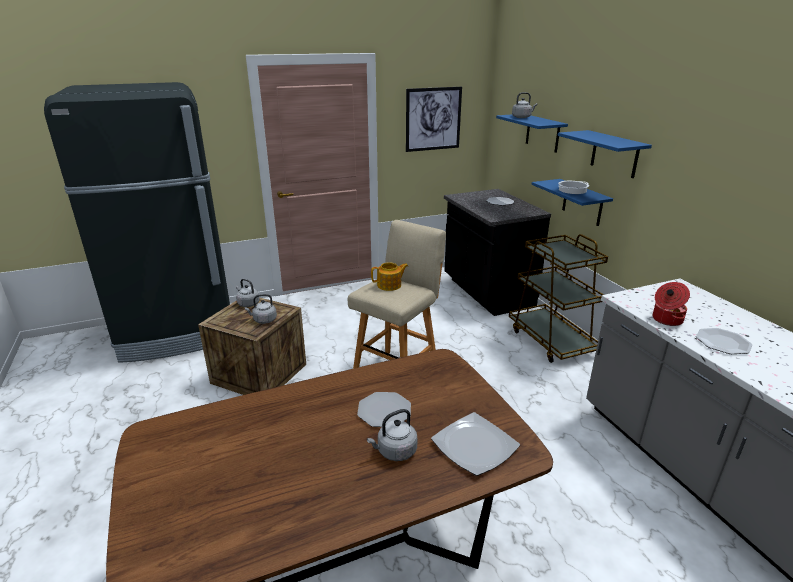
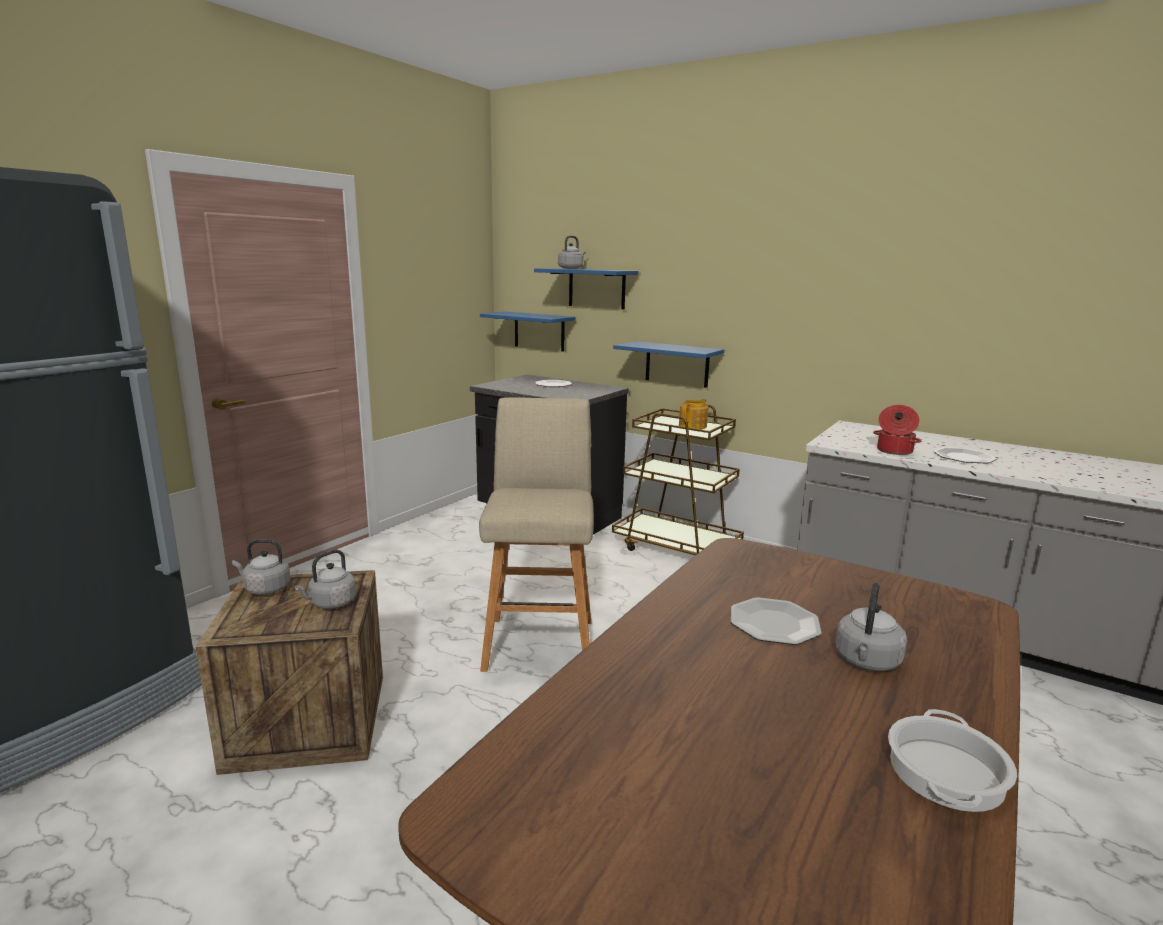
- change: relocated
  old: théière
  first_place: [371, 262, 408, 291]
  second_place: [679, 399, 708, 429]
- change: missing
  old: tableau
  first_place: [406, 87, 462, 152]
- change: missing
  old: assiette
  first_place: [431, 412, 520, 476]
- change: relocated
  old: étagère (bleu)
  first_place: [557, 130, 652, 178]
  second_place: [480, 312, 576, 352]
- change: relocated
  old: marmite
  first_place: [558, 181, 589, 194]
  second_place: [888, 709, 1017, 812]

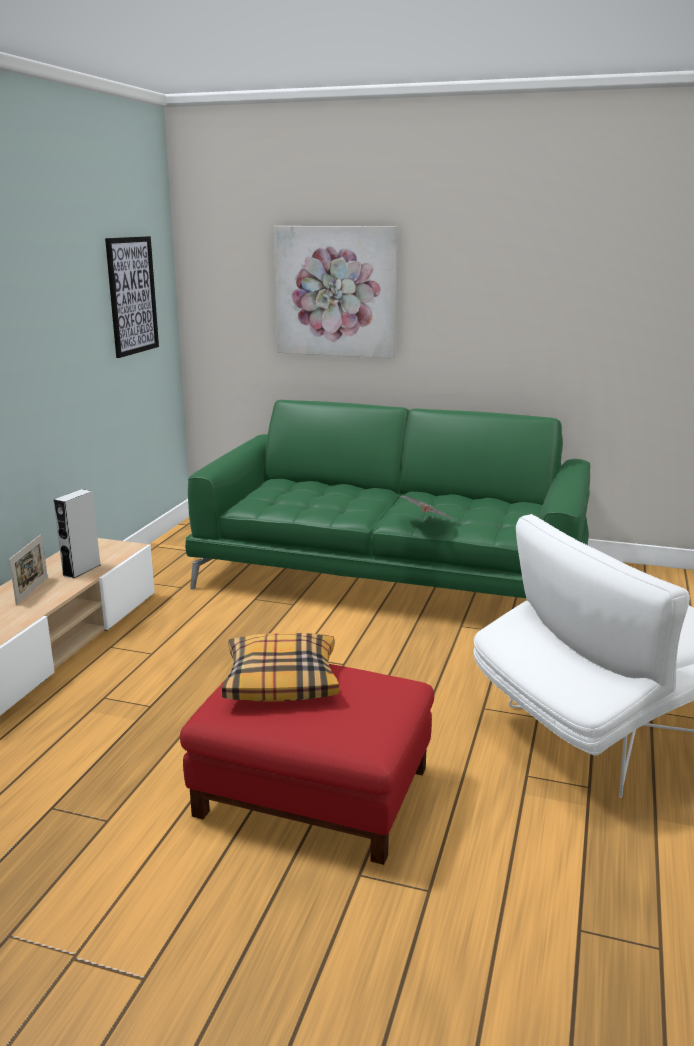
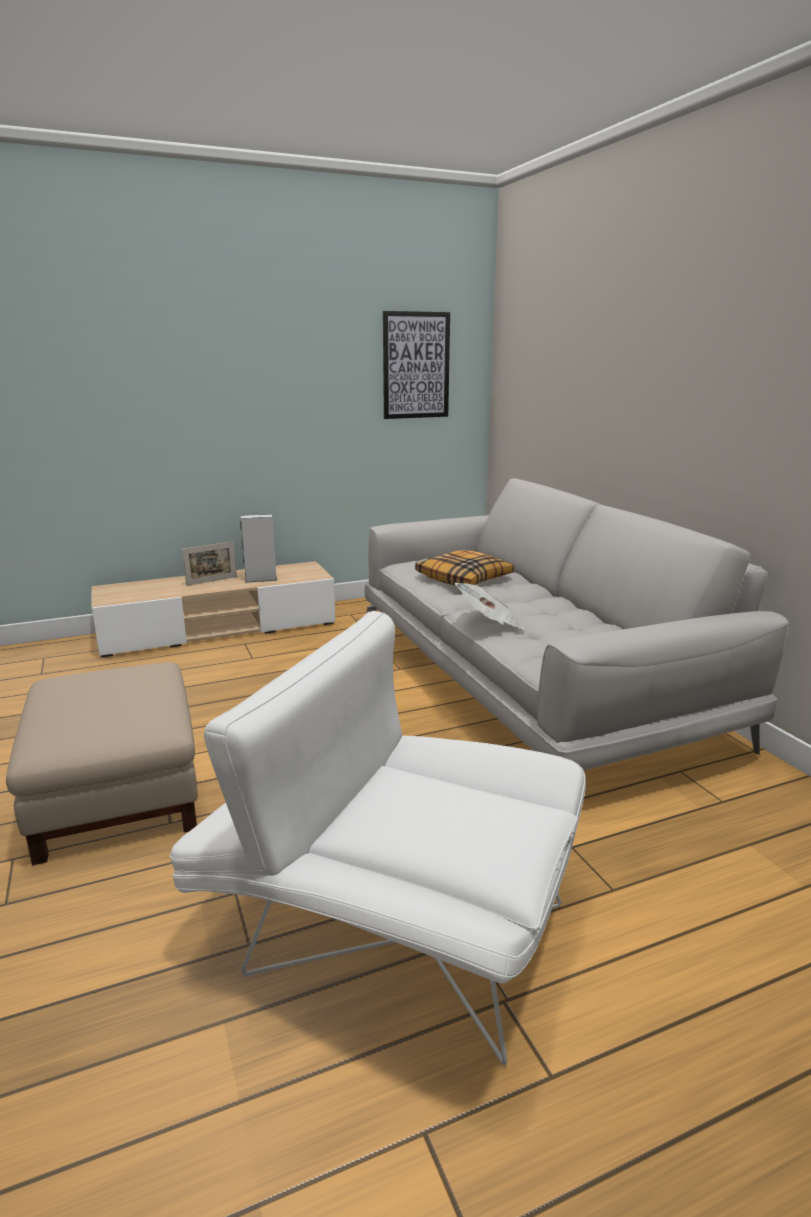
- change: colour
  old: pouf (rouge)
  new: pouf (beige)
  first_place: [180, 664, 434, 865]
  second_place: [6, 662, 198, 865]
- change: colour
  old: canapé (vert)
  new: canapé (gris)
  first_place: [185, 400, 590, 598]
  second_place: [365, 478, 788, 771]
- change: relocated
  old: coussin
  first_place: [222, 633, 339, 701]
  second_place: [415, 550, 514, 586]
- change: missing
  old: tableau
  first_place: [274, 226, 397, 359]

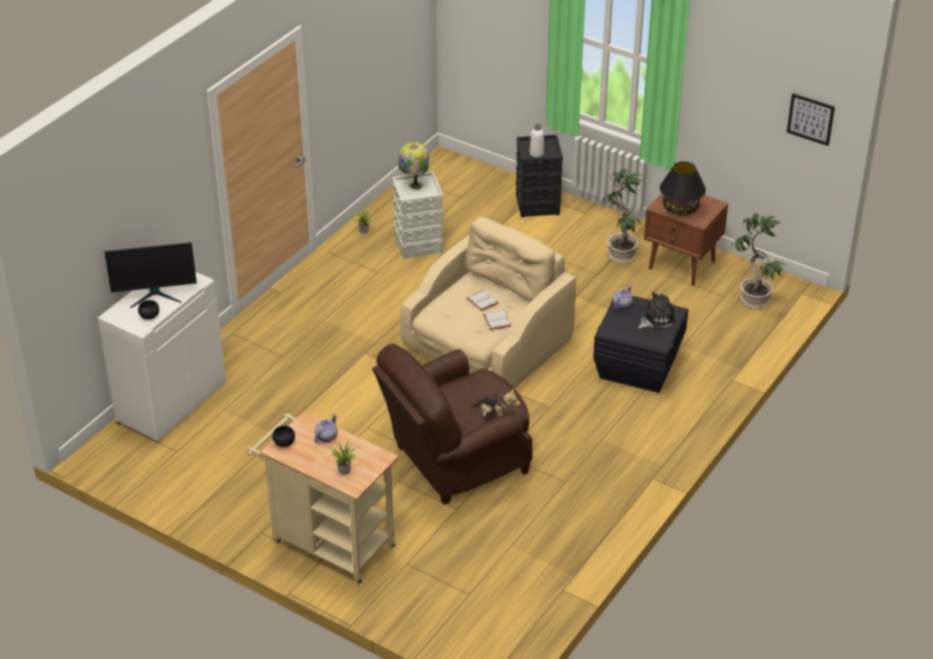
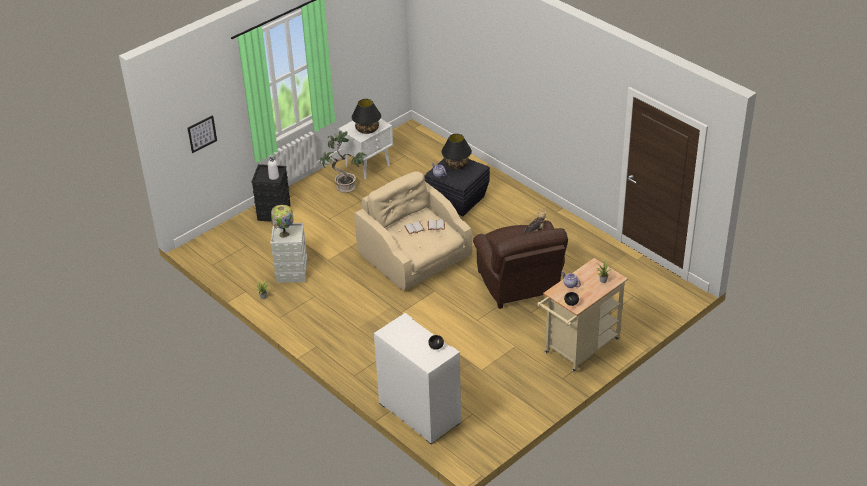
- change: missing
  old: écran d'ordinateur
  first_place: [104, 242, 197, 308]
- change: exchanged
  old: peluche
  new: lampe de table (noir)
  first_place: [638, 292, 677, 329]
  second_place: [441, 134, 472, 169]
- change: colour
  old: table de chevet (marron)
  new: table de chevet (blanc)
  first_place: [644, 193, 728, 286]
  second_place: [338, 118, 393, 179]
- change: missing
  old: plante en pot
  first_place: [731, 213, 785, 309]
- change: relocated
  old: tableau
  first_place: [787, 93, 835, 146]
  second_place: [188, 115, 217, 153]

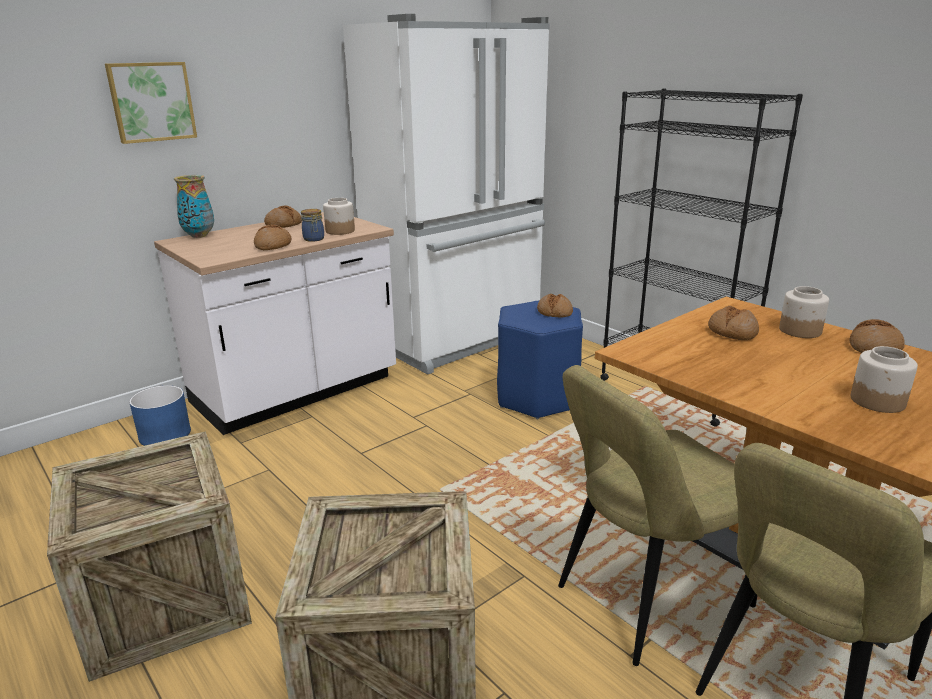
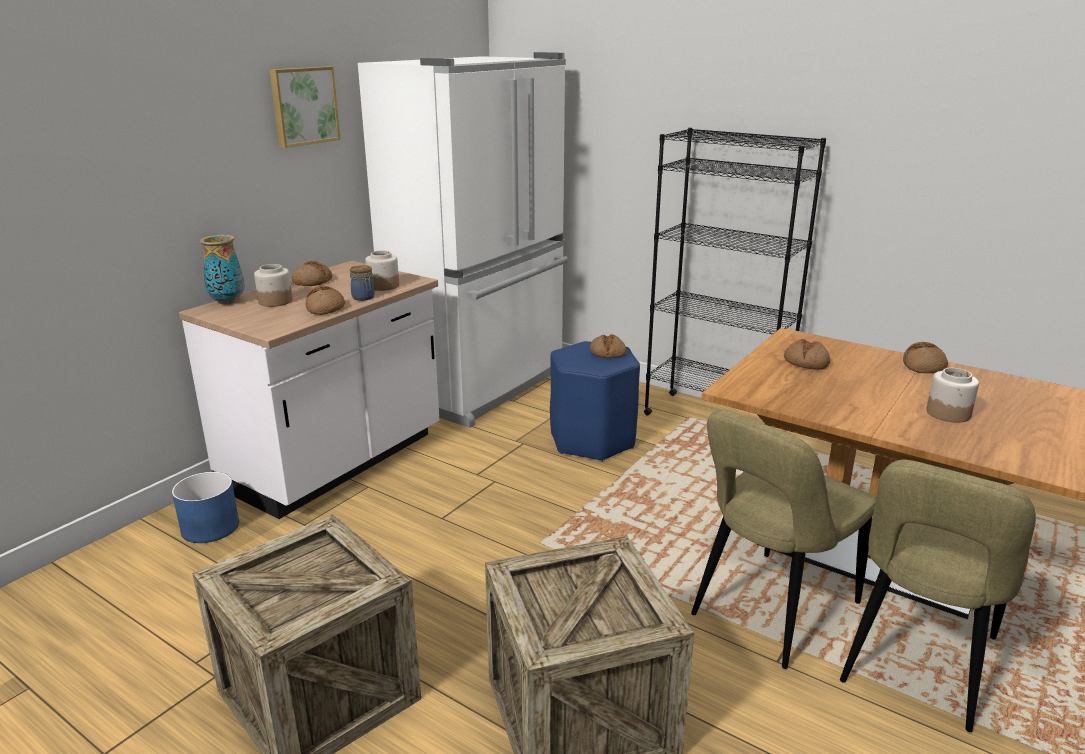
- change: relocated
  old: tableau
  first_place: [105, 62, 197, 144]
  second_place: [270, 66, 341, 148]
- change: relocated
  old: bocal
  first_place: [779, 286, 829, 338]
  second_place: [254, 264, 293, 307]

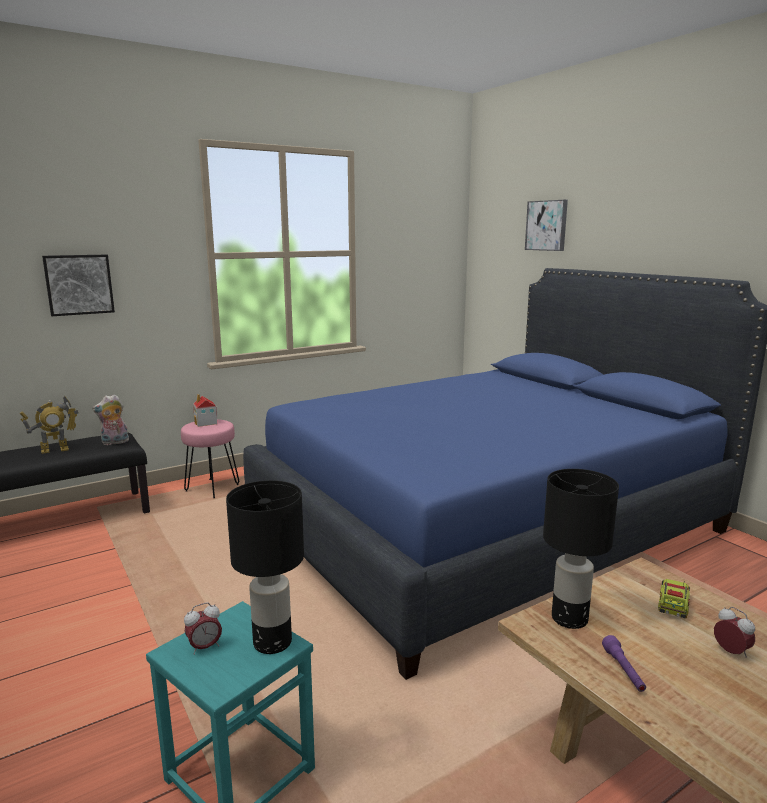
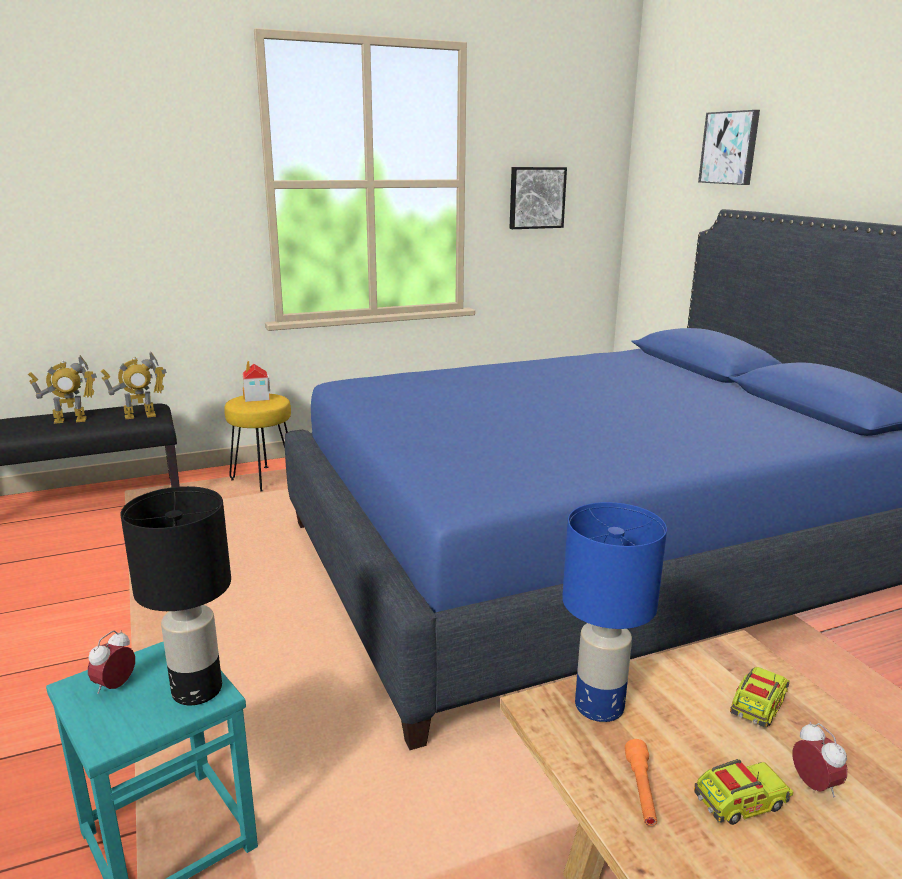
- change: relocated
  old: tableau
  first_place: [42, 255, 115, 316]
  second_place: [509, 167, 567, 229]
- change: exchanged
  old: peluche
  new: robot jouet
  first_place: [92, 394, 129, 445]
  second_place: [101, 352, 167, 420]
- change: colour
  old: tabouret (rose)
  new: tabouret (jaune)
  first_place: [181, 419, 239, 498]
  second_place: [224, 394, 291, 491]
- change: spun
  old: réveil
  first_place: [184, 602, 222, 655]
  second_place: [88, 630, 135, 694]
  degrees: 135
- change: colour
  old: lampe de table (noir)
  new: lampe de table (bleu)
  first_place: [543, 469, 619, 629]
  second_place: [562, 502, 667, 722]
- change: colour
  old: lampe de poche (violet)
  new: lampe de poche (orange)
  first_place: [602, 635, 646, 692]
  second_place: [625, 739, 657, 826]
- change: appeared
  new: camion jouet
  second_place: [694, 759, 793, 825]

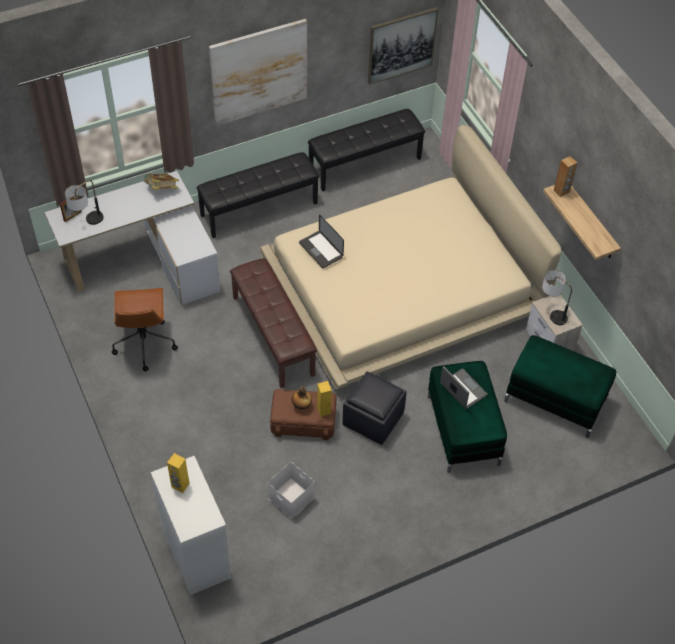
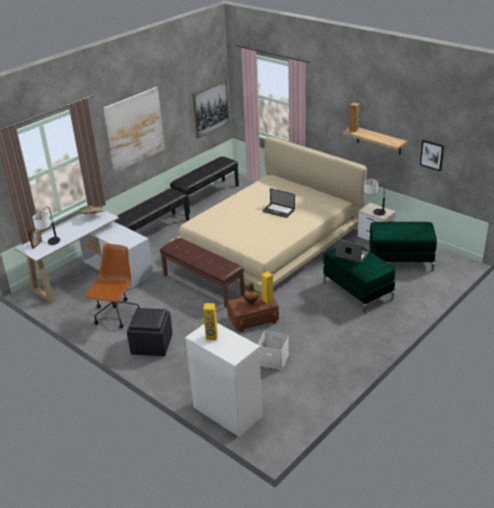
- change: spun
  old: chaise de bureau (marron)
  first_place: [111, 288, 178, 372]
  second_place: [84, 244, 139, 328]
  degrees: -135
- change: relocated
  old: ordinateur portable
  first_place: [299, 214, 344, 268]
  second_place: [262, 188, 295, 218]
- change: relocated
  old: pouf (noir)
  first_place: [343, 372, 407, 445]
  second_place: [127, 308, 172, 356]
- change: appeared
  new: tableau
  second_place: [420, 140, 444, 171]

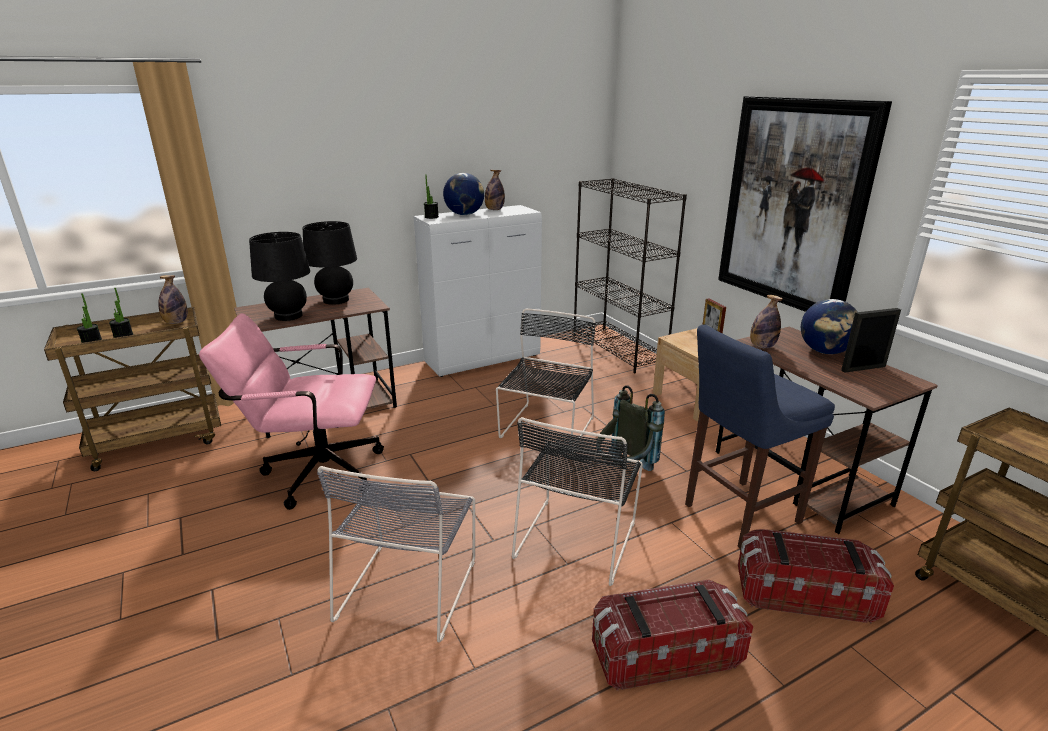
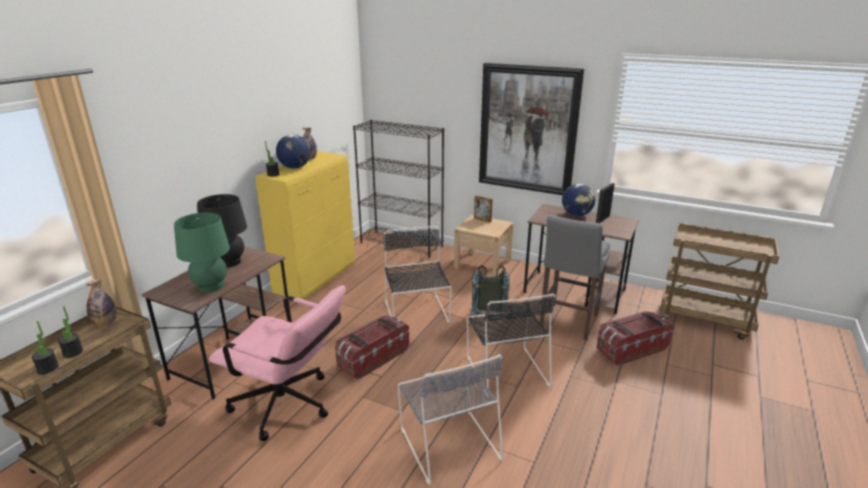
- change: spun
  old: chaise de bureau (rose)
  first_place: [199, 313, 384, 510]
  second_place: [209, 285, 346, 441]
  degrees: -120
- change: colour
  old: lampe de table (noir)
  new: lampe de table (vert)
  first_place: [249, 232, 310, 321]
  second_place: [174, 213, 230, 293]
- change: colour
  old: meuble de rangement (blanc)
  new: meuble de rangement (jaune)
  first_place: [413, 205, 542, 377]
  second_place: [255, 151, 355, 299]
- change: relocated
  old: boîte de rangement
  first_place: [592, 580, 753, 691]
  second_place: [335, 316, 409, 380]
- change: colour
  old: tabouret (bleu)
  new: tabouret (gris)
  first_place: [685, 324, 835, 549]
  second_place: [539, 215, 610, 340]
- change: missing
  old: bouteille
  first_place: [750, 295, 783, 349]

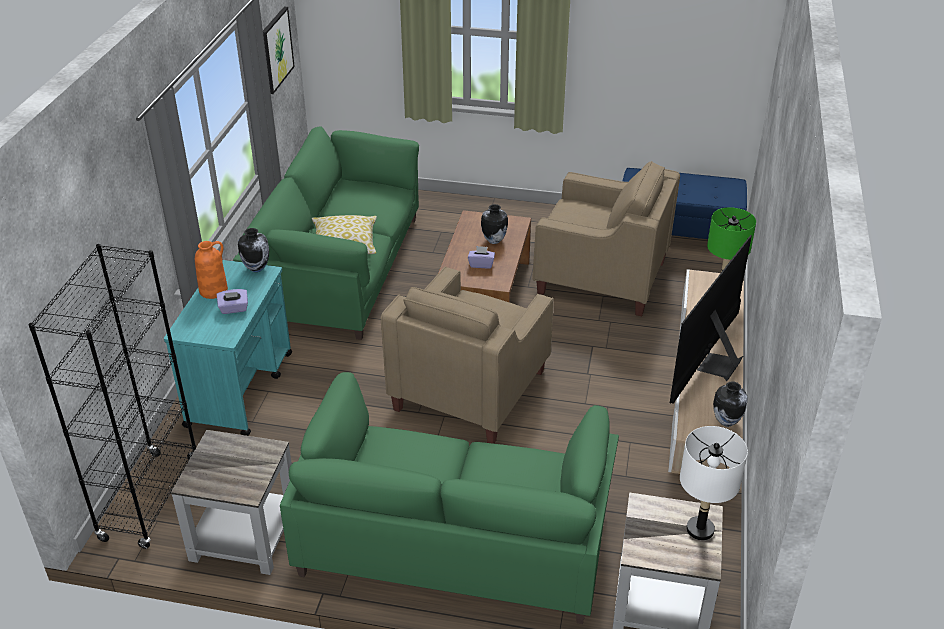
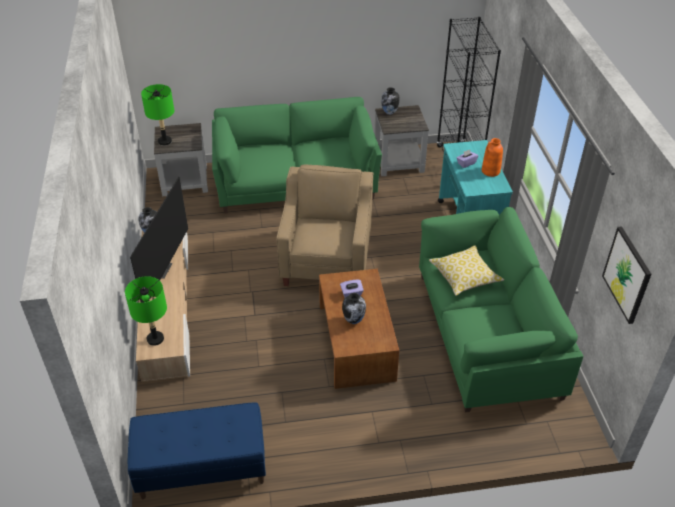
- change: relocated
  old: vase
  first_place: [238, 228, 269, 272]
  second_place: [381, 87, 399, 115]
- change: missing
  old: fauteuil (beige)
  first_place: [532, 161, 680, 316]
- change: colour
  old: lampe de table (blanc)
  new: lampe de table (vert)
  first_place: [680, 426, 748, 540]
  second_place: [141, 84, 174, 145]

